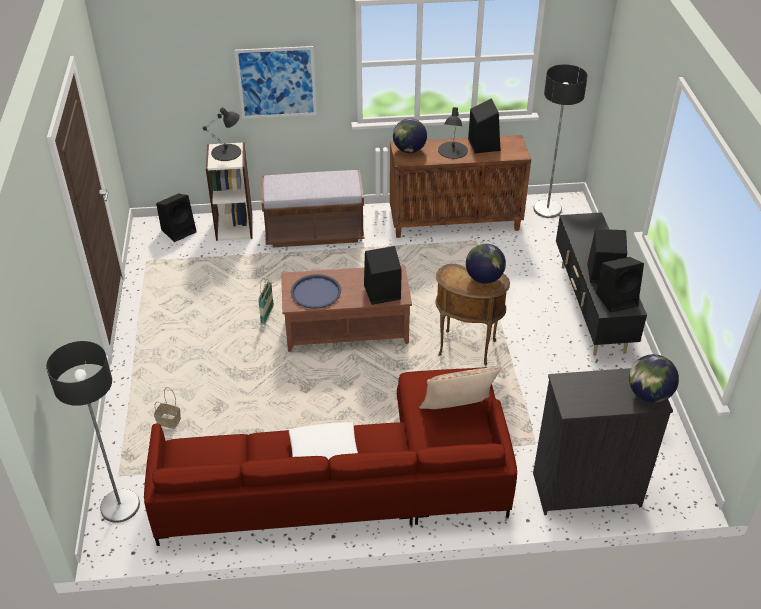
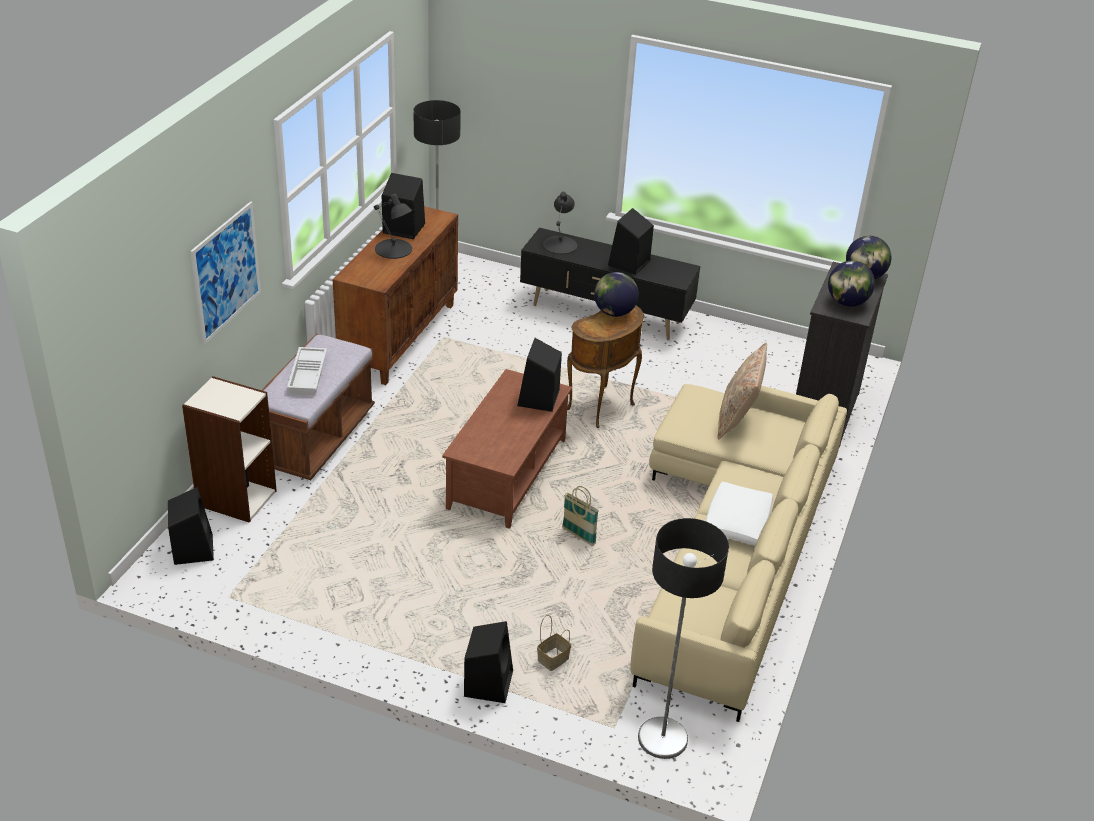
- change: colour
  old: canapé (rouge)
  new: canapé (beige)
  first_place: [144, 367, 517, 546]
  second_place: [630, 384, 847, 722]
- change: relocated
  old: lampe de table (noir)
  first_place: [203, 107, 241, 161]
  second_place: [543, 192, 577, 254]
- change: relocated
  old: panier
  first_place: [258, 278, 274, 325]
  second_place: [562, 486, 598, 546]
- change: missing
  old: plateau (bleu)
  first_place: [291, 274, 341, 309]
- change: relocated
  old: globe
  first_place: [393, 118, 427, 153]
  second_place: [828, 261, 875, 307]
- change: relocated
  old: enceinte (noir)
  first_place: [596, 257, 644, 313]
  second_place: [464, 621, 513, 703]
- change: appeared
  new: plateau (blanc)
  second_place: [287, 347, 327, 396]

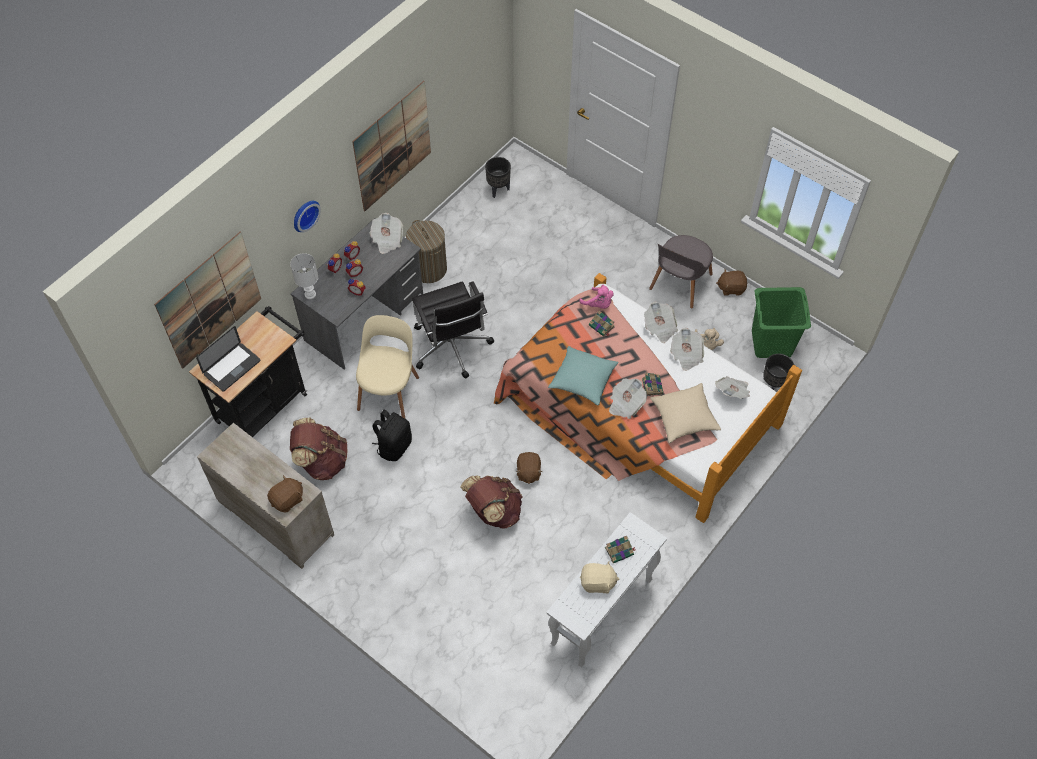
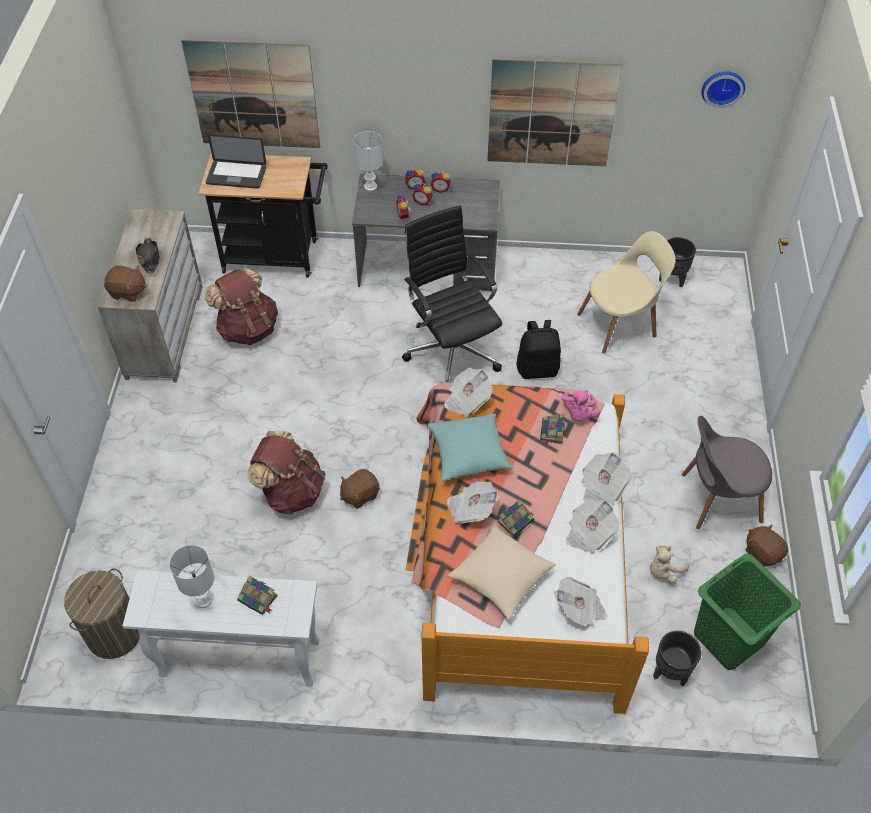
- change: relocated
  old: horloge murale
  first_place: [294, 201, 321, 232]
  second_place: [701, 71, 745, 108]
- change: relocated
  old: chaise (beige)
  first_place: [356, 315, 419, 419]
  second_place: [577, 231, 675, 353]
- change: relocated
  old: journal
  first_place: [370, 213, 403, 254]
  second_place: [444, 368, 492, 417]
- change: relocated
  old: sac à dos (noir)
  first_place: [372, 409, 412, 461]
  second_place: [516, 320, 561, 379]
- change: relocated
  old: panier à linge
  first_place: [406, 220, 447, 283]
  second_place: [64, 569, 140, 659]
- change: spun
  old: chaise de bureau (noir)
  first_place: [412, 281, 494, 378]
  second_place: [402, 206, 502, 382]
  degrees: 120
- change: exchanged
  old: peluche (beige)
  new: lampe de table (blanc)
  first_place: [580, 561, 619, 593]
  second_place: [169, 545, 214, 608]
- change: appeared
  new: chapeau (noir)
  second_place: [136, 238, 160, 274]

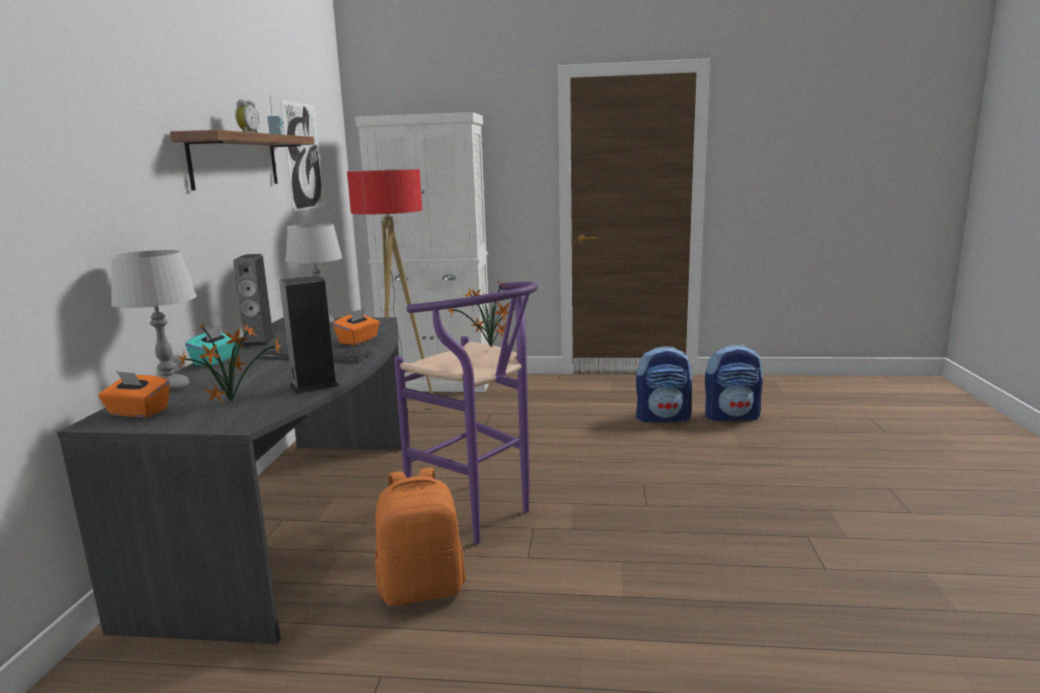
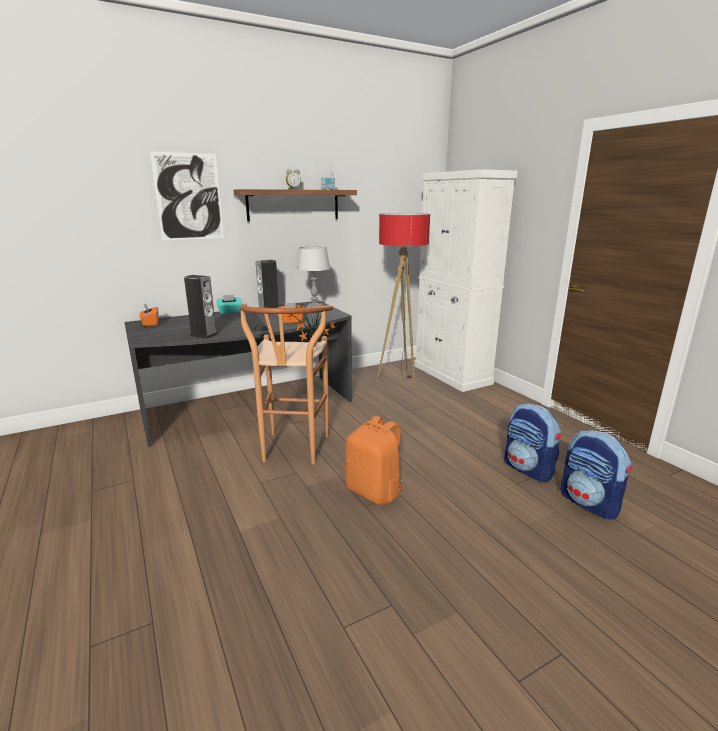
- change: missing
  old: lampe de table (gris)
  first_place: [111, 250, 197, 392]
- change: missing
  old: plante en pot
  first_place: [178, 323, 282, 402]
- change: relocated
  old: tableau
  first_place: [281, 100, 324, 212]
  second_place: [150, 151, 224, 240]
- change: relocated
  old: sac à dos (orange)
  first_place: [375, 468, 466, 606]
  second_place: [345, 416, 403, 505]
- change: colour
  old: tabouret (violet)
  new: tabouret (marron)
  first_place: [394, 282, 538, 544]
  second_place: [240, 304, 333, 465]

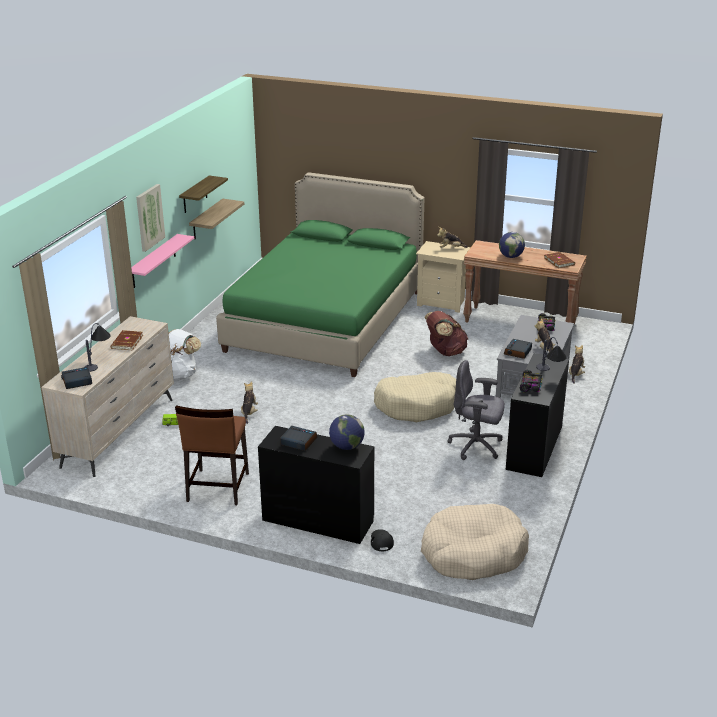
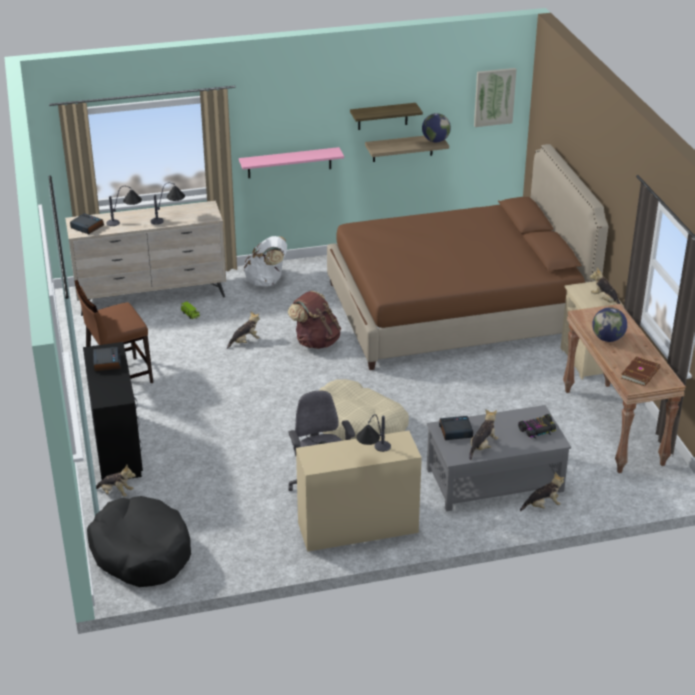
- change: exchanged
  old: livre (marron)
  new: lampe de table
  first_place: [111, 330, 143, 350]
  second_place: [151, 182, 185, 225]
- change: relocated
  old: tableau
  first_place: [136, 184, 165, 252]
  second_place: [474, 68, 517, 127]
- change: colour
  old: lit (vert)
  new: lit (marron)
  first_place: [216, 172, 424, 377]
  second_place: [327, 144, 608, 370]
- change: relocated
  old: globe
  first_place: [329, 414, 365, 450]
  second_place: [422, 113, 451, 142]
- change: exchanged
  old: casquette (noir)
  new: peluche
  first_place: [371, 529, 394, 551]
  second_place: [96, 465, 136, 497]
- change: colour
  old: panier pour chien (beige)
  new: panier pour chien (noir)
  first_place: [421, 504, 529, 580]
  second_place: [87, 496, 191, 587]
- change: relocated
  old: sac à dos (marron)
  first_place: [424, 311, 468, 356]
  second_place: [288, 291, 341, 349]
- change: colour
  old: bureau (noir)
  new: bureau (beige)
  first_place: [506, 353, 569, 477]
  second_place: [296, 431, 422, 552]
- change: missing
  old: petite voiture
  first_place: [520, 370, 543, 393]

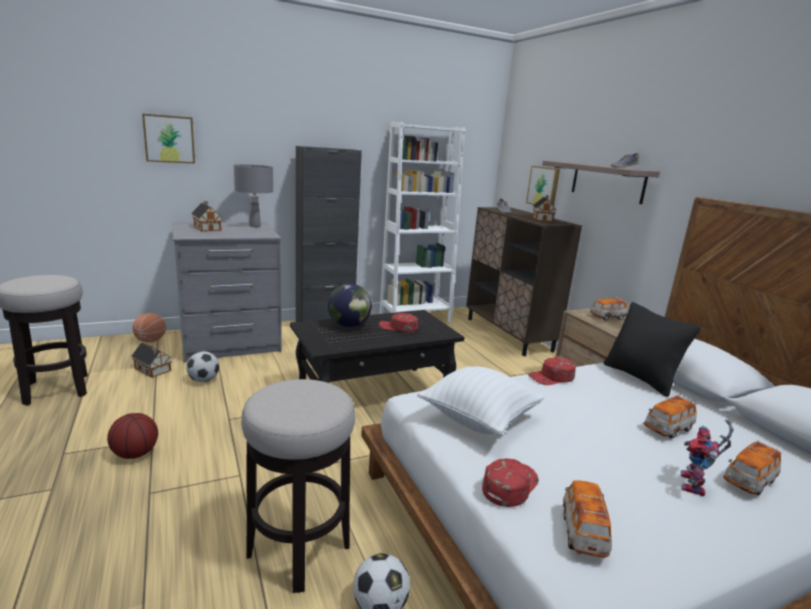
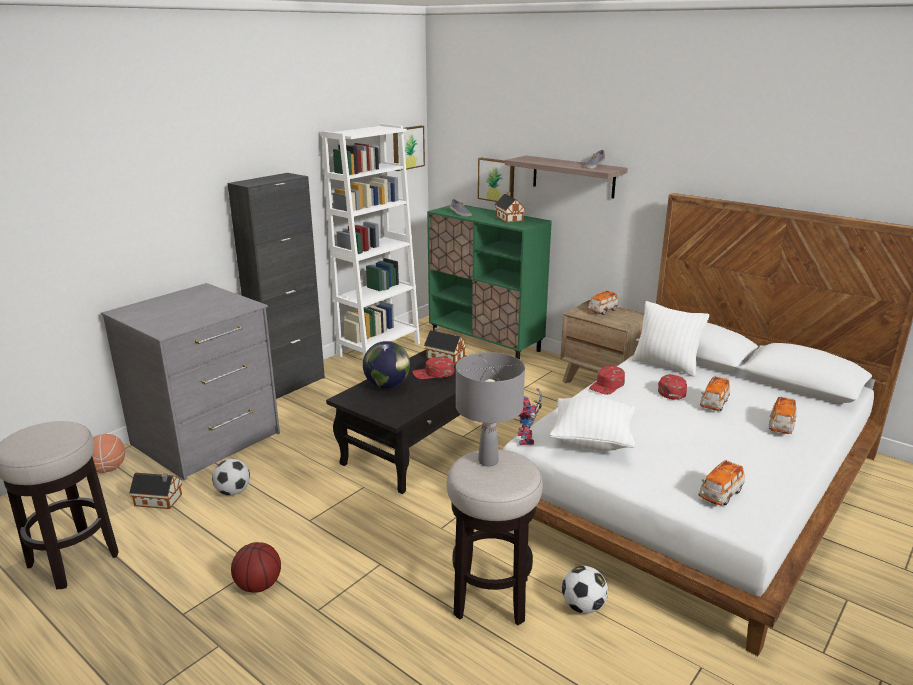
- change: relocated
  old: tableau
  first_place: [142, 114, 195, 164]
  second_place: [393, 125, 425, 171]
- change: relocated
  old: maison miniature
  first_place: [191, 201, 222, 232]
  second_place: [424, 327, 466, 365]
- change: relocated
  old: lampe de table (gris)
  first_place: [234, 164, 273, 227]
  second_place: [456, 352, 525, 466]
- change: colour
  old: meuble de rangement (marron)
  new: meuble de rangement (vert)
  first_place: [466, 207, 582, 356]
  second_place: [427, 205, 552, 360]
- change: relocated
  old: casquette (rouge)
  first_place: [482, 458, 539, 507]
  second_place: [658, 374, 687, 400]
- change: spun
  old: petite voiture
  first_place: [563, 480, 612, 557]
  second_place: [699, 460, 744, 505]
  degrees: -120
- change: colour
  old: coussin (noir)
  new: coussin (blanc)
  first_place: [603, 302, 701, 397]
  second_place: [632, 301, 709, 377]
- change: relocated
  old: robot jouet
  first_place: [681, 420, 734, 496]
  second_place: [518, 388, 542, 445]

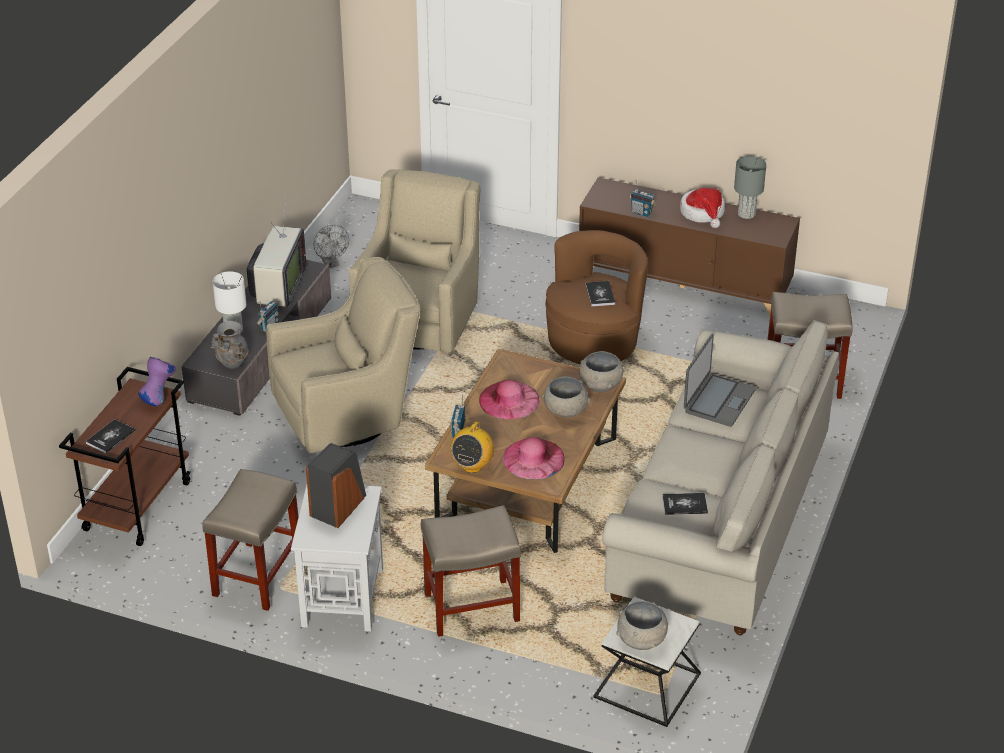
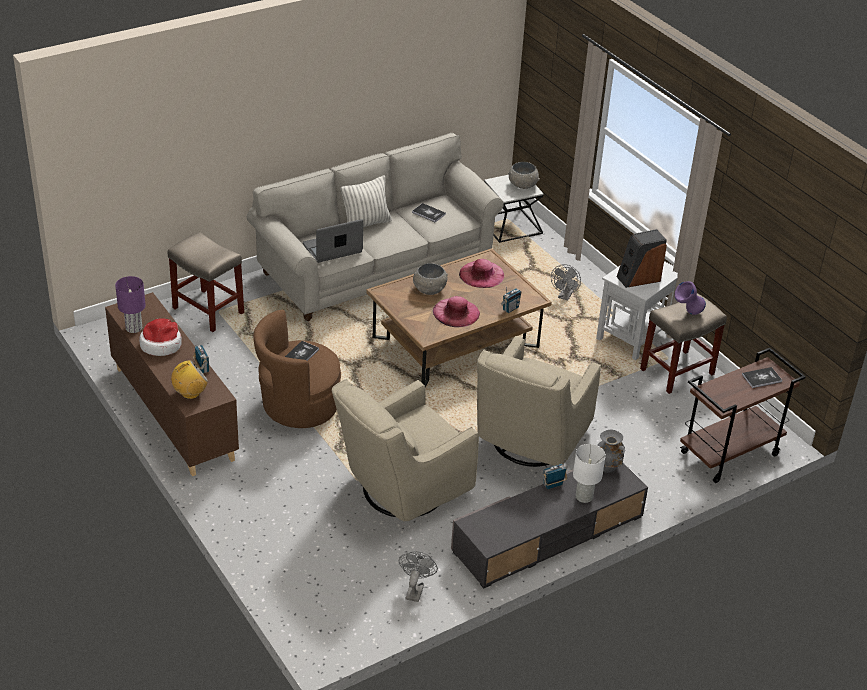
- change: relocated
  old: vase (violet)
  first_place: [138, 357, 176, 406]
  second_place: [675, 281, 706, 315]
- change: missing
  old: téléviseur
  first_place: [247, 195, 306, 308]
- change: spun
  old: fauteuil (beige)
  first_place: [266, 257, 421, 454]
  second_place: [477, 336, 601, 467]
  degrees: -75
- change: exchanged
  old: tabouret (beige)
  new: ventilateur (gris)
  first_place: [421, 505, 521, 637]
  second_place: [551, 264, 581, 301]
- change: relocated
  old: radio
  first_place: [450, 419, 494, 473]
  second_place: [171, 360, 208, 399]
- change: missing
  old: bol (gris)
  first_place: [579, 351, 625, 392]
- change: colour
  old: lampe de table (gris)
  new: lampe de table (violet)
  first_place: [734, 156, 766, 219]
  second_place: [115, 276, 146, 333]
- change: appeared
  new: coussin
  second_place: [340, 175, 392, 227]

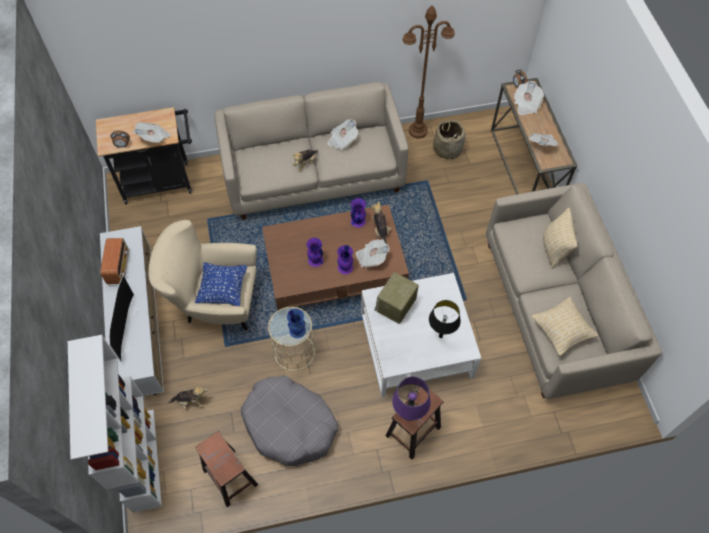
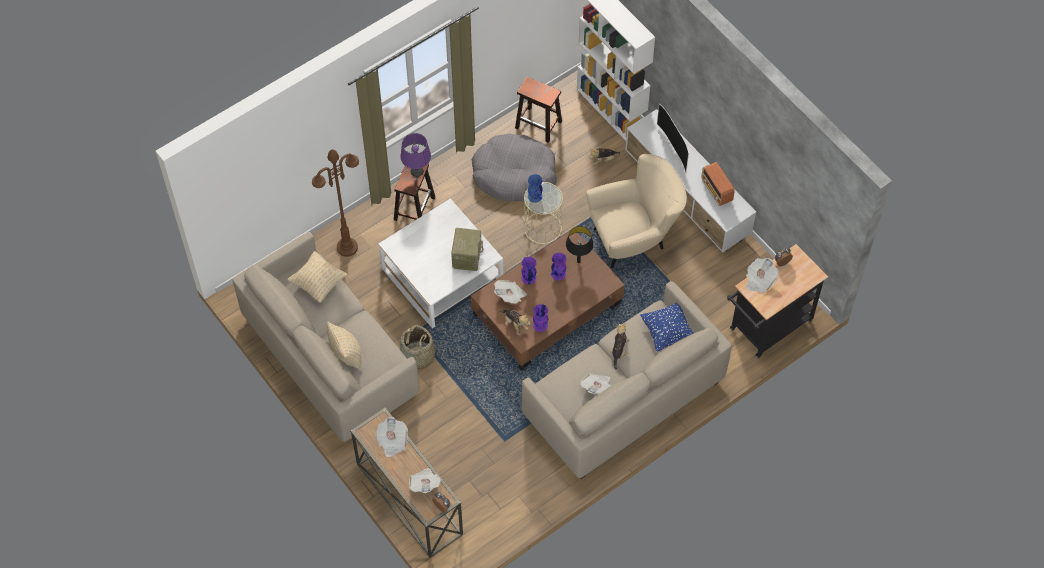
- change: relocated
  old: coussin (bleu)
  first_place: [195, 262, 247, 306]
  second_place: [640, 303, 694, 352]
- change: relocated
  old: lampadaire (marron)
  first_place: [403, 6, 455, 138]
  second_place: [312, 149, 359, 257]
- change: relocated
  old: lampe de table (noir)
  first_place: [429, 300, 461, 338]
  second_place: [566, 226, 594, 263]
- change: relocated
  old: panier
  first_place: [433, 120, 465, 160]
  second_place: [400, 325, 435, 369]

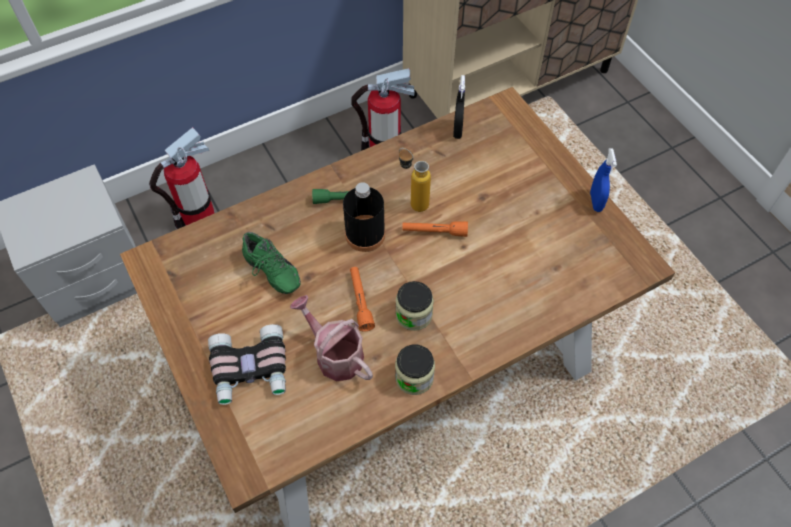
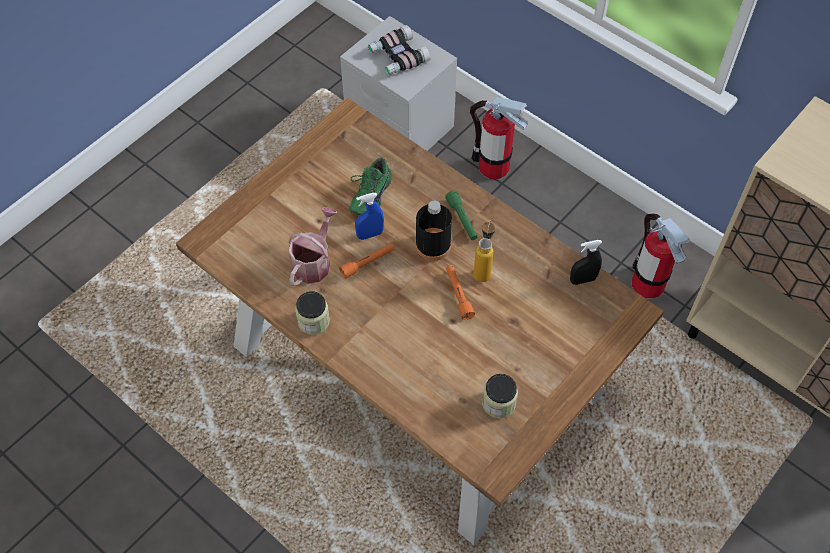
- change: relocated
  old: jumelles
  first_place: [208, 324, 286, 405]
  second_place: [368, 25, 431, 75]
- change: relocated
  old: bocal
  first_place: [396, 281, 434, 331]
  second_place: [482, 374, 518, 418]
- change: relocated
  old: vaporisateur (bleu)
  first_place: [590, 149, 617, 212]
  second_place: [355, 193, 384, 240]

